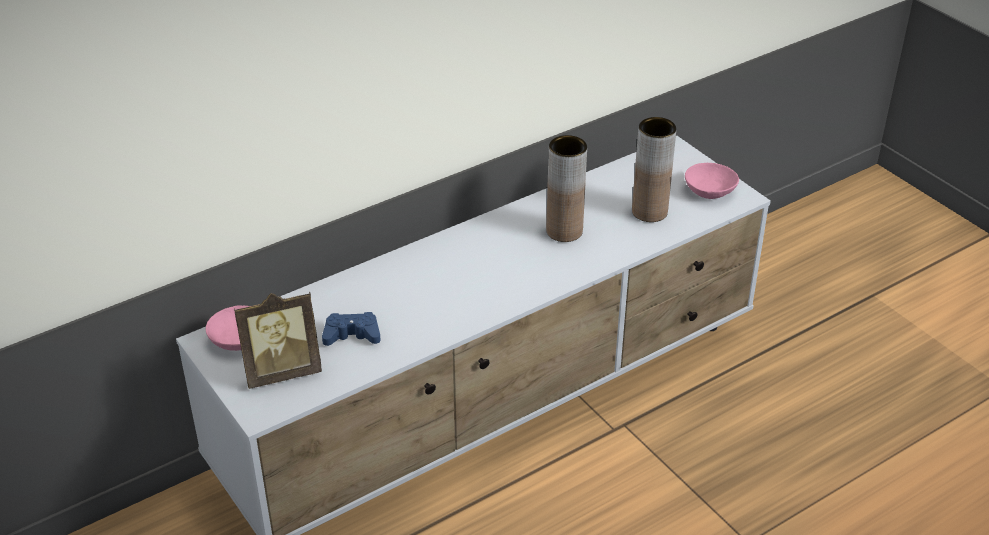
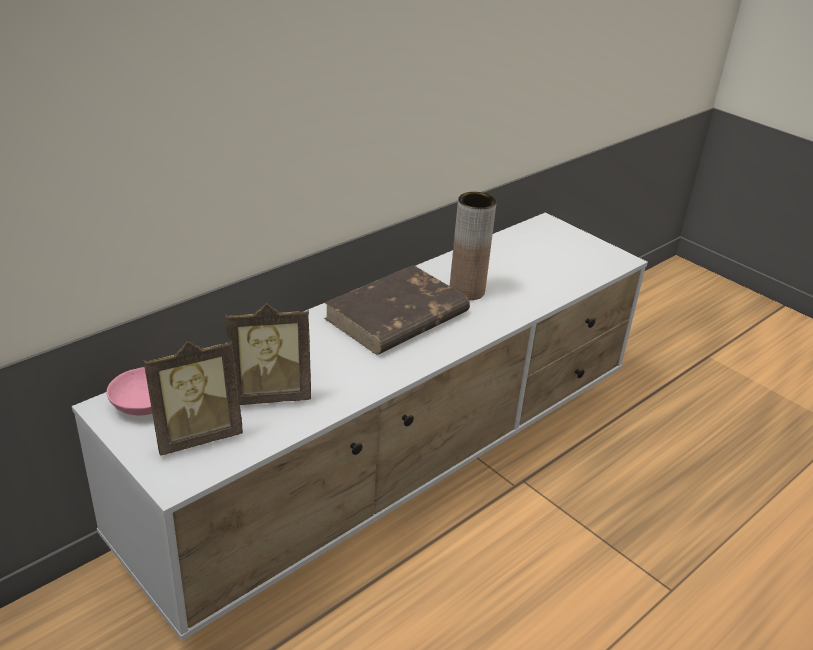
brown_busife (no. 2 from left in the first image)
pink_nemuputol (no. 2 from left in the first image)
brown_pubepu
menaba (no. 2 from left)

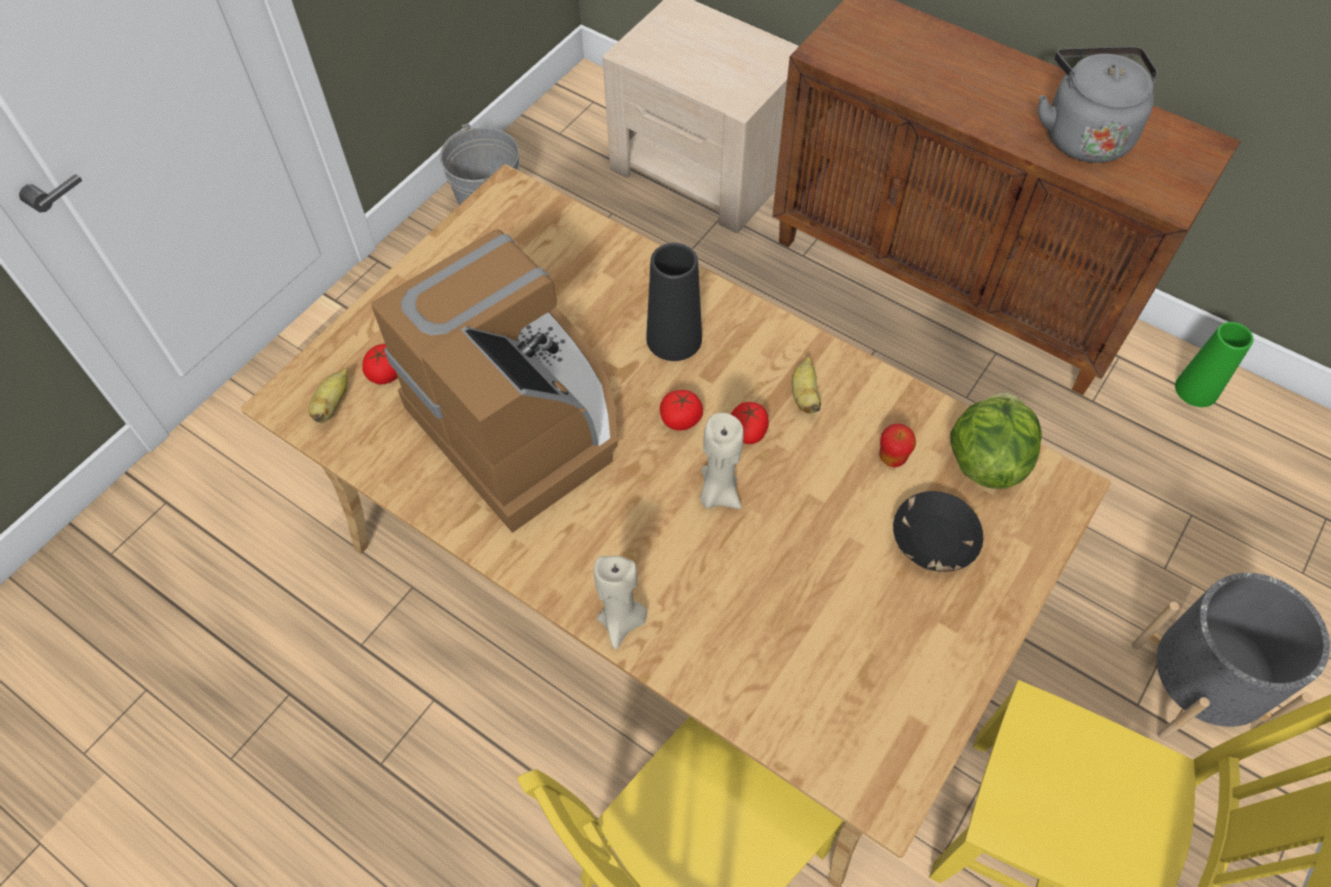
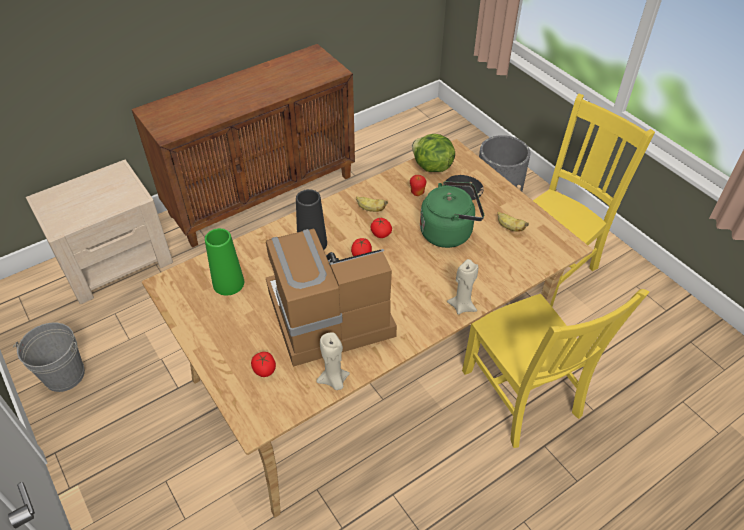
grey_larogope
green_larogope
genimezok (no. 2 from left)
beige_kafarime (no. 1 from left)
green_busife

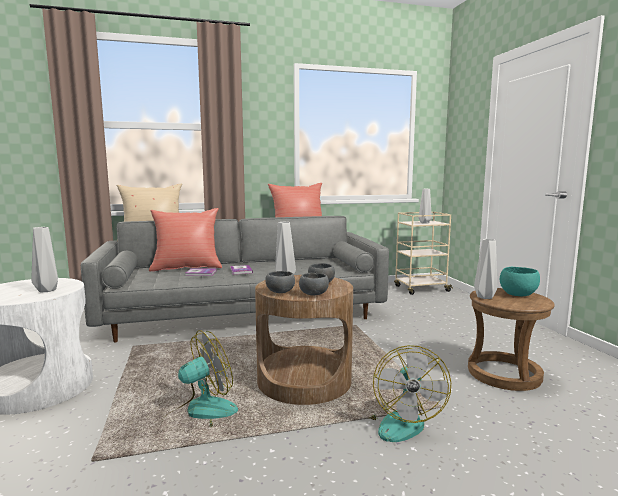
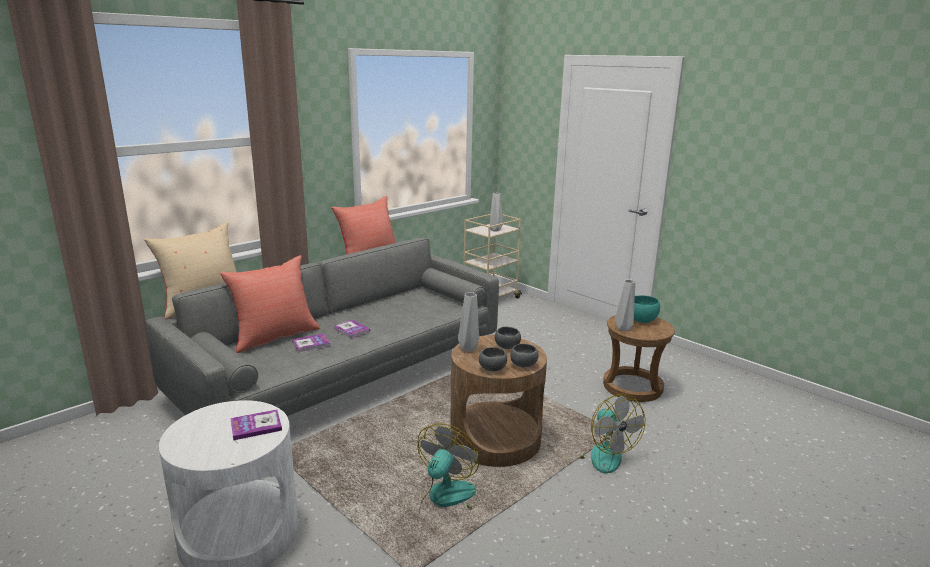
pubepu (no. 1 from left)

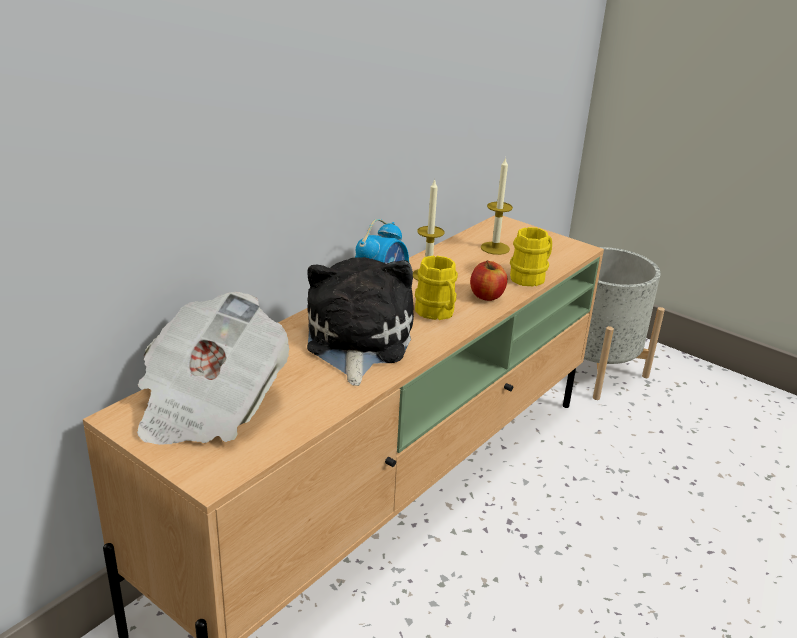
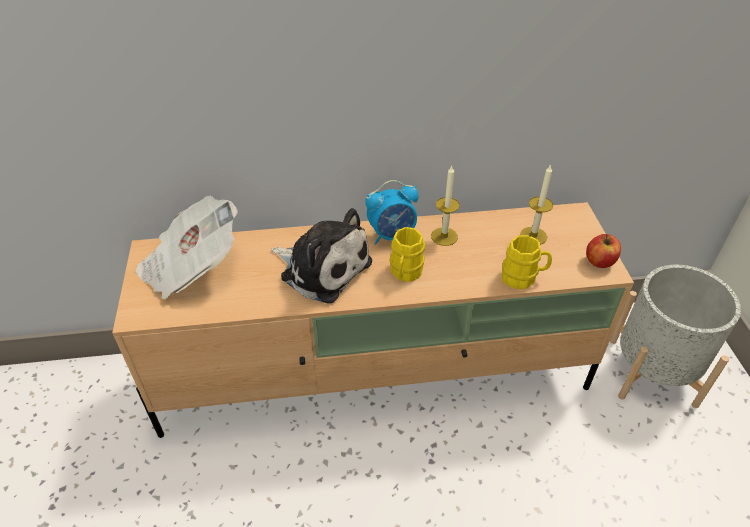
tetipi
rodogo

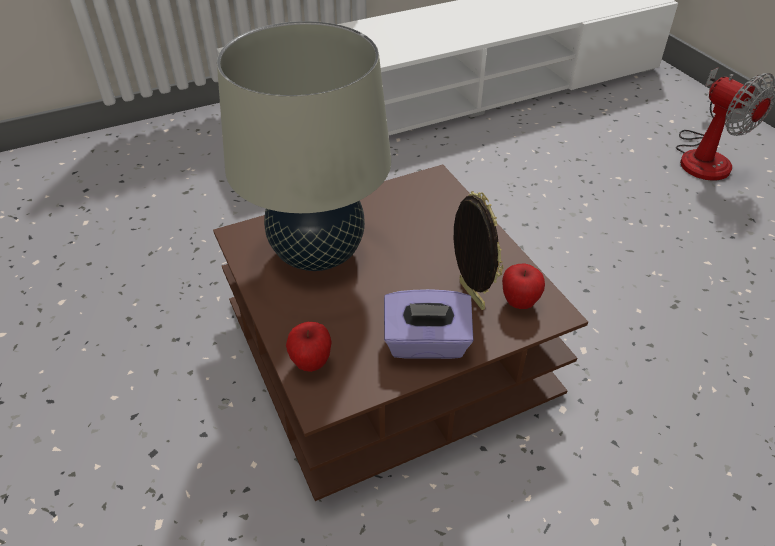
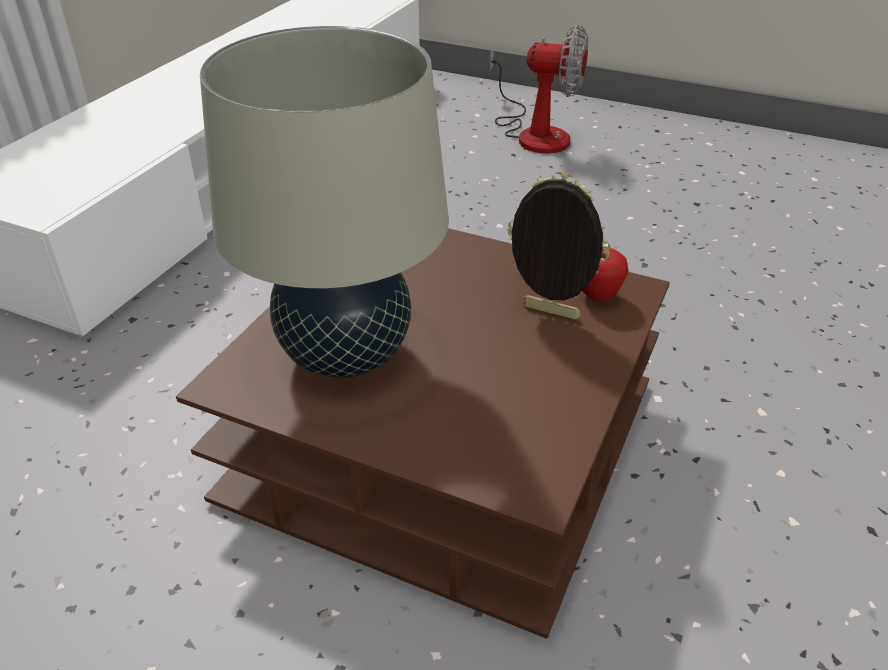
tetipi (no. 1 from left in the first image)
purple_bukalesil

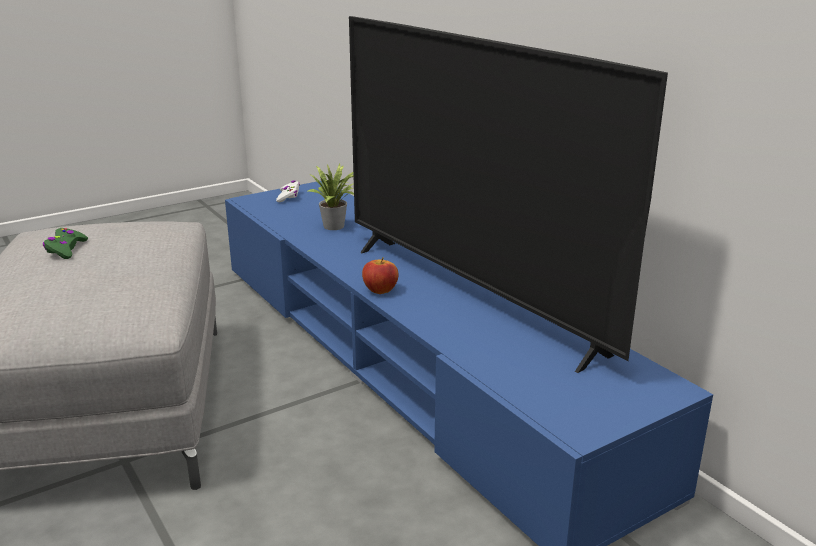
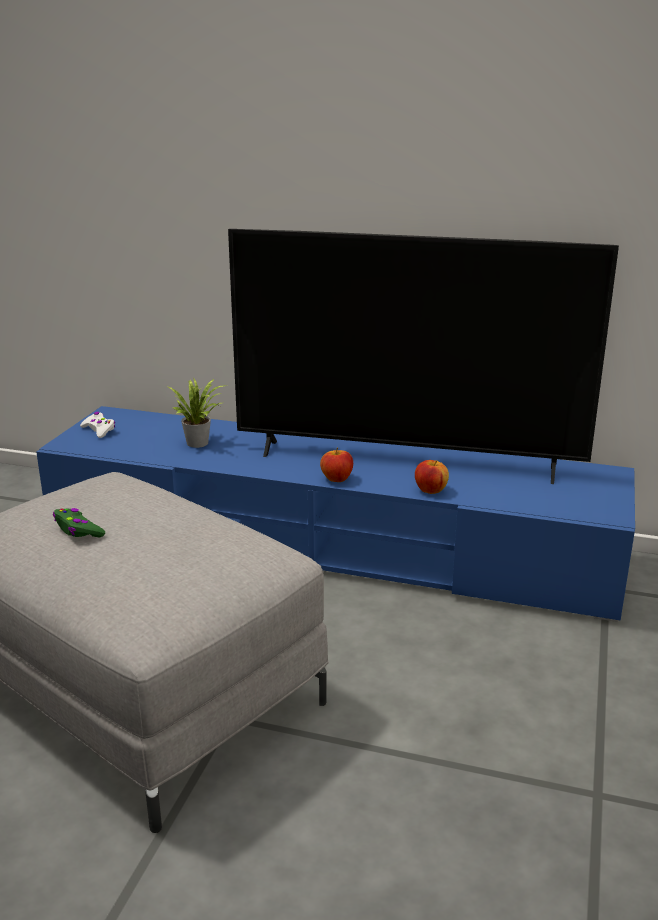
tetipi (no. 2 from left)

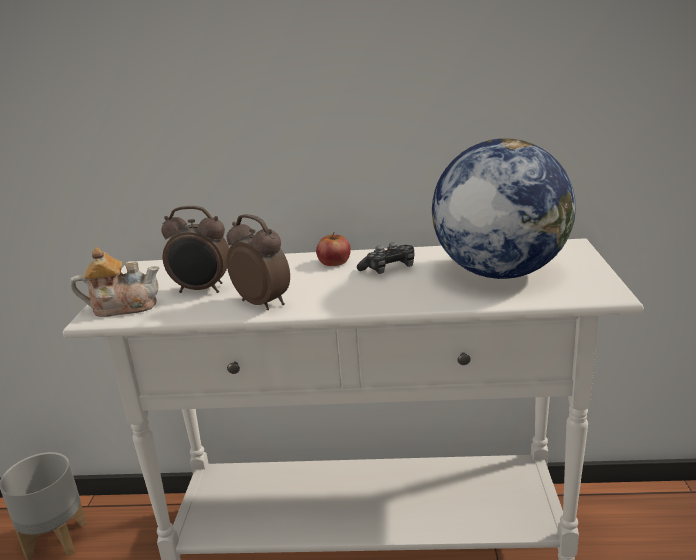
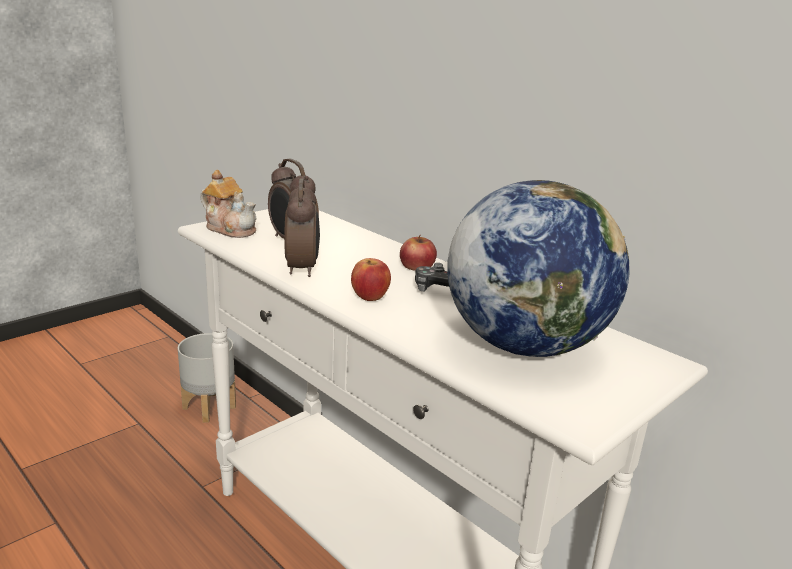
tetipi (no. 1 from left)

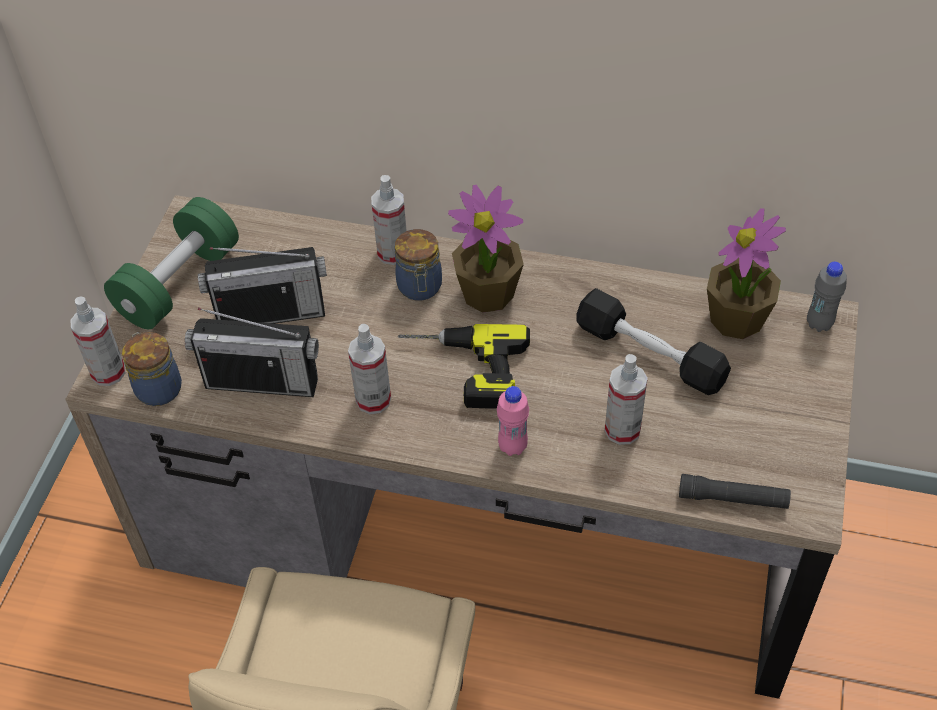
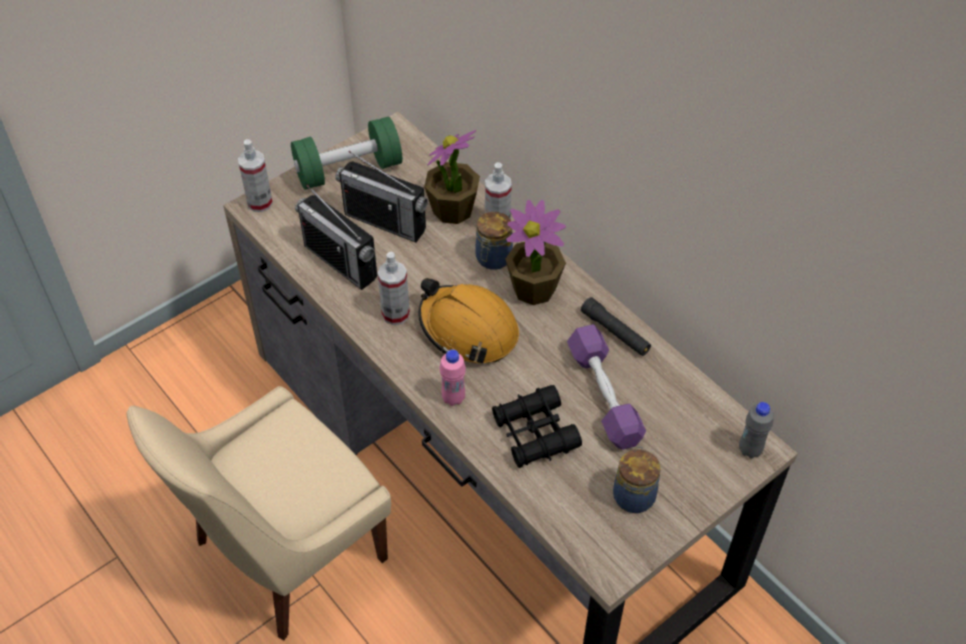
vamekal (no. 2 from left)
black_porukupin
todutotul (no. 1 from left)
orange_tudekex
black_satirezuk
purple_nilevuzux

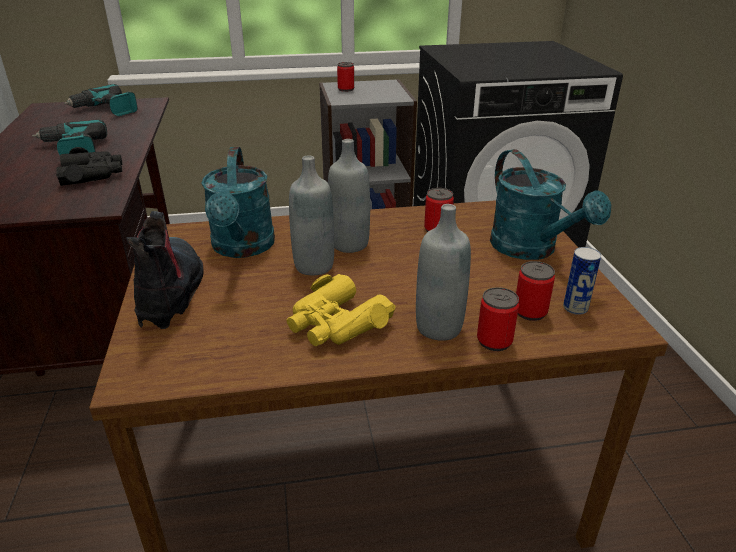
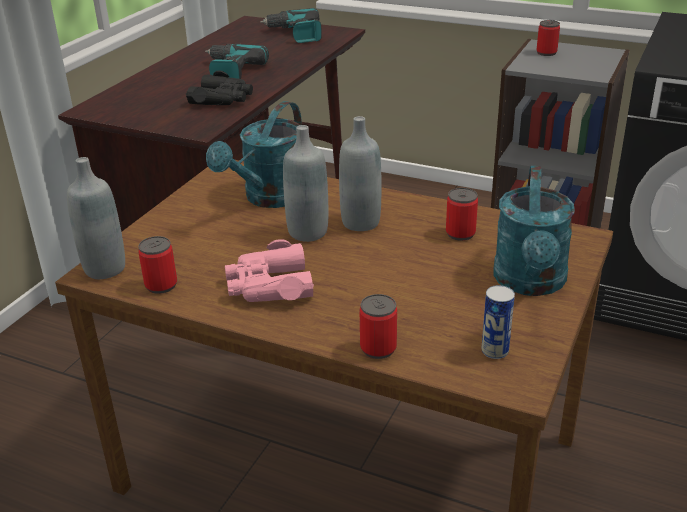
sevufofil
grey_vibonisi (no. 1 from left)
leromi (no. 1 from left)
pink_satirezuk

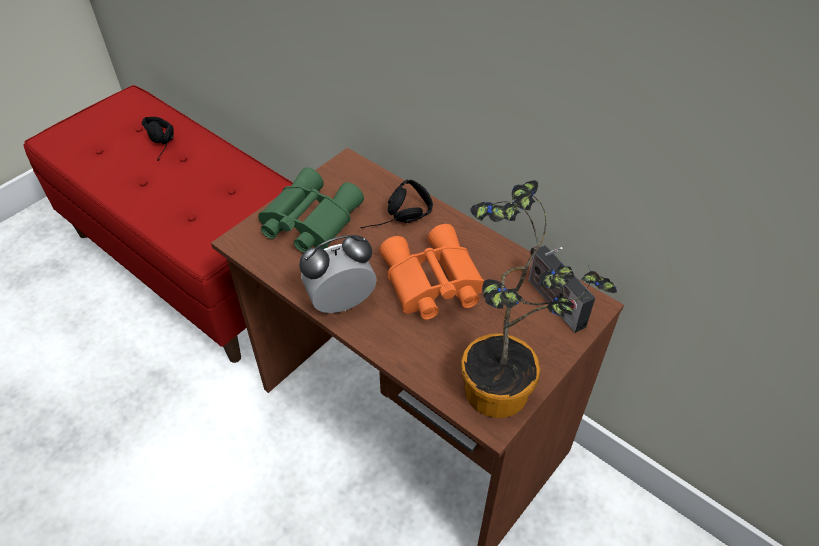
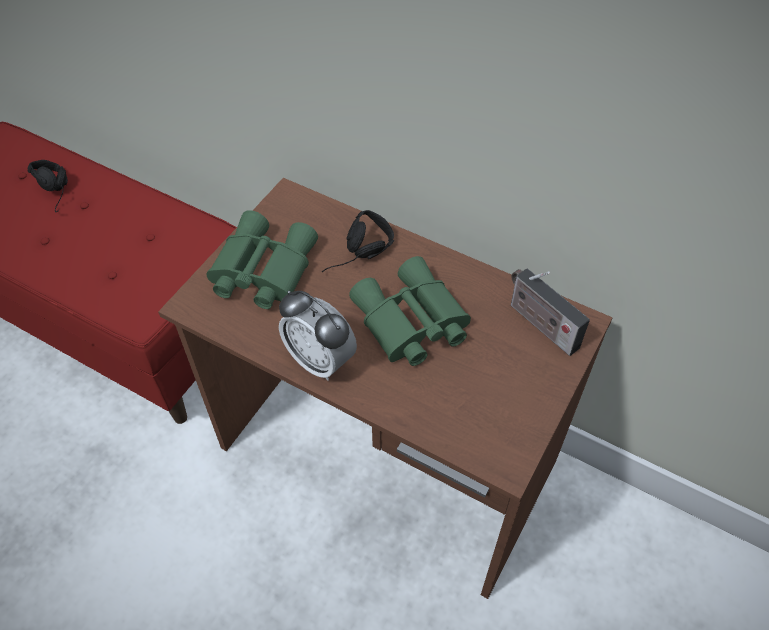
todutotul
green_satirezuk (no. 2 from left)
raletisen

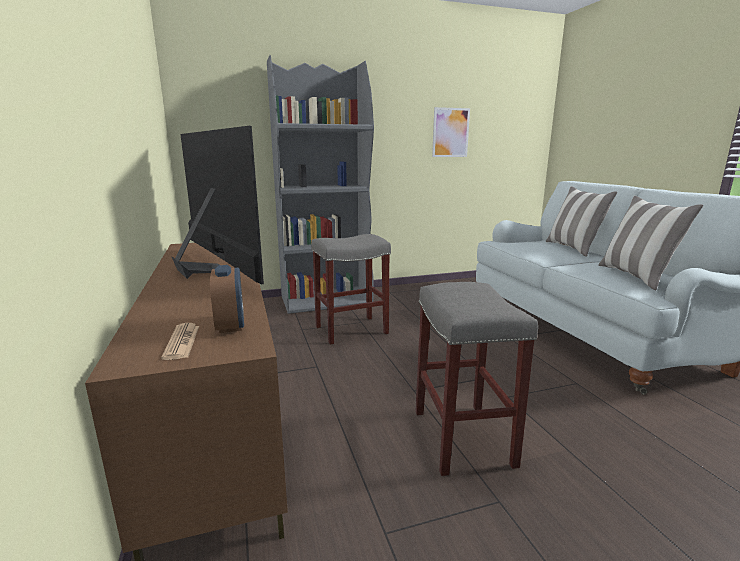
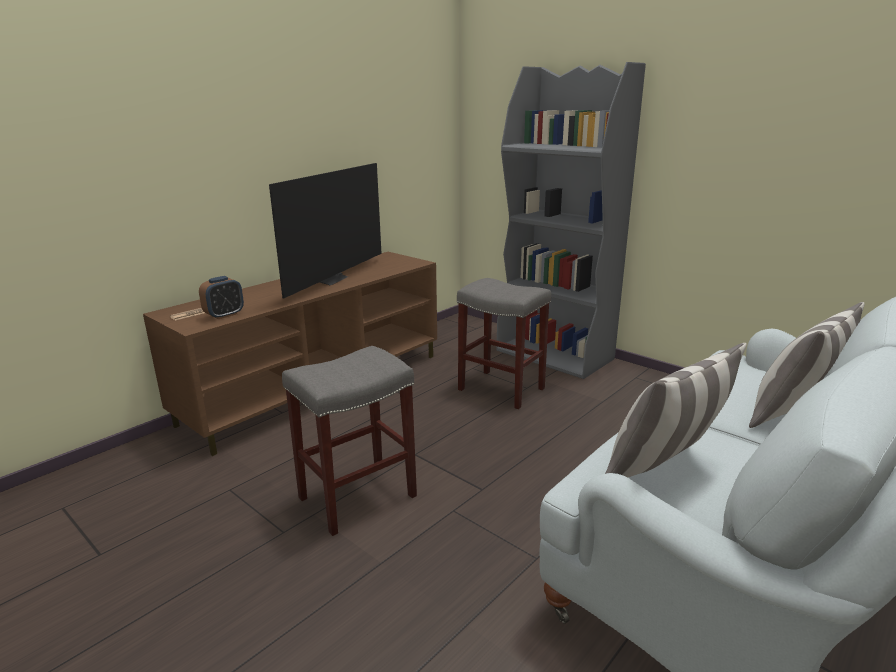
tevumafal

